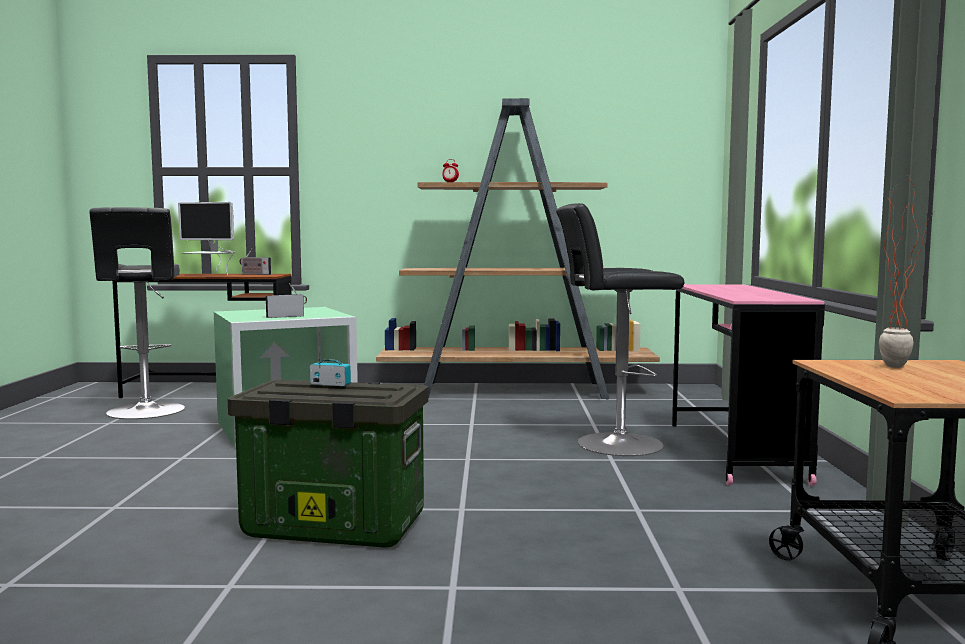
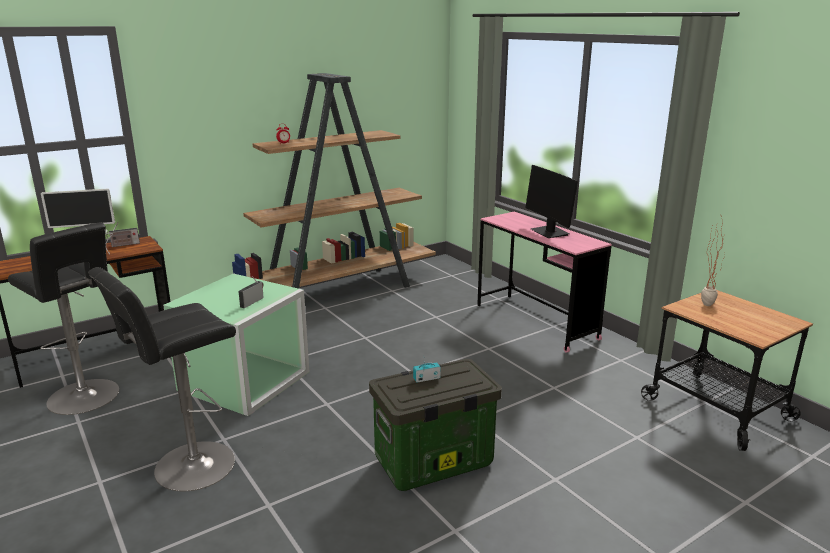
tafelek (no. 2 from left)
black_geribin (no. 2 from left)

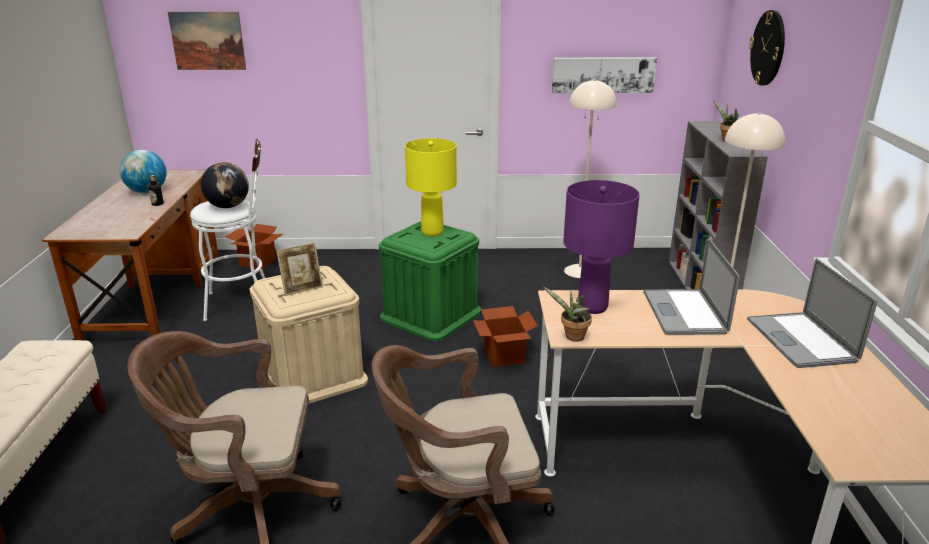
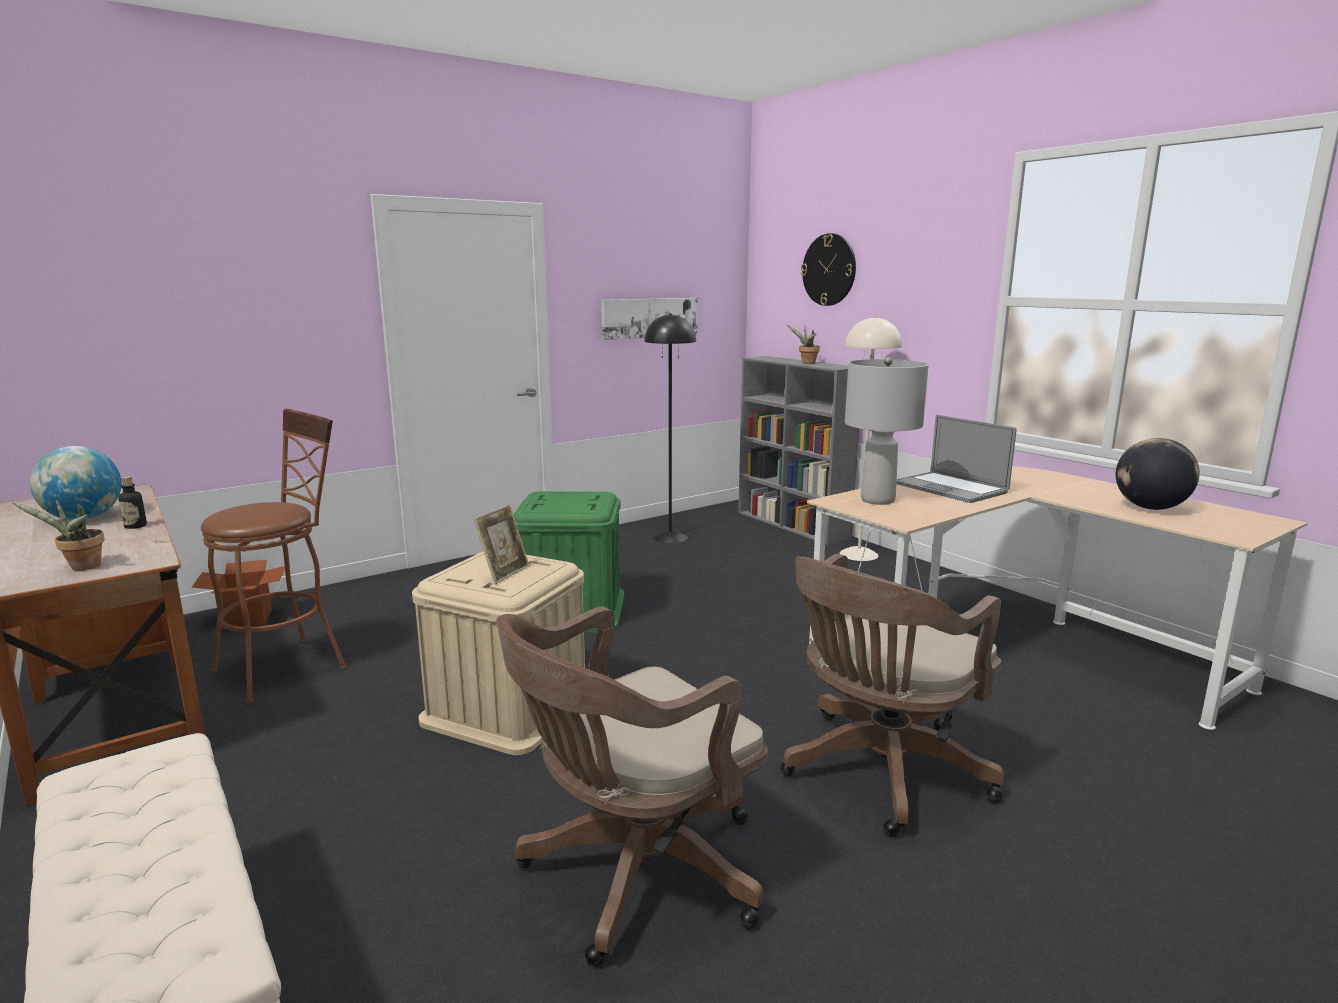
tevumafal (no. 1 from left in the first image)
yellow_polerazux
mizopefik (no. 2 from left in the first image)
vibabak (no. 2 from left in the first image)
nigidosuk (no. 2 from left)
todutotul (no. 1 from left)
brown_geribin
grey_polerazux
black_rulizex

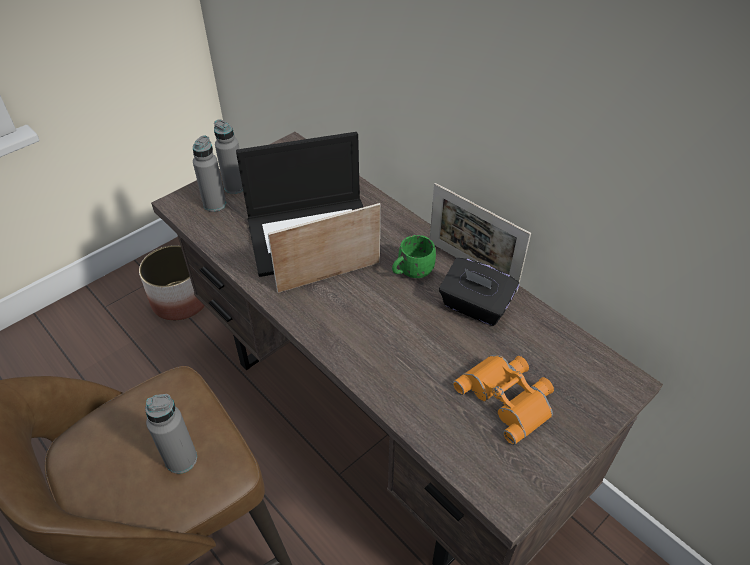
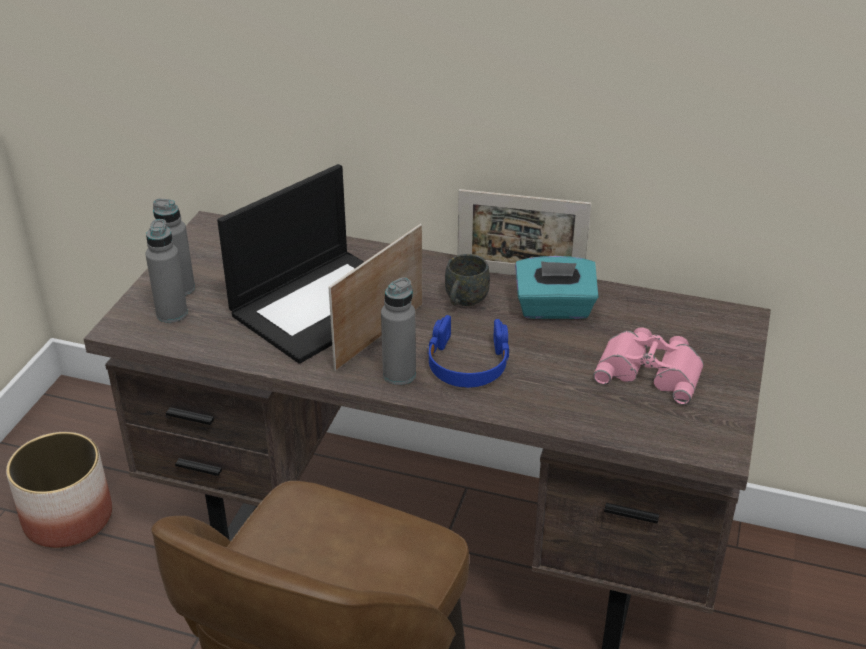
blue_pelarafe
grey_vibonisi (no. 3 from left)
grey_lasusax
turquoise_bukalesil
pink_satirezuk

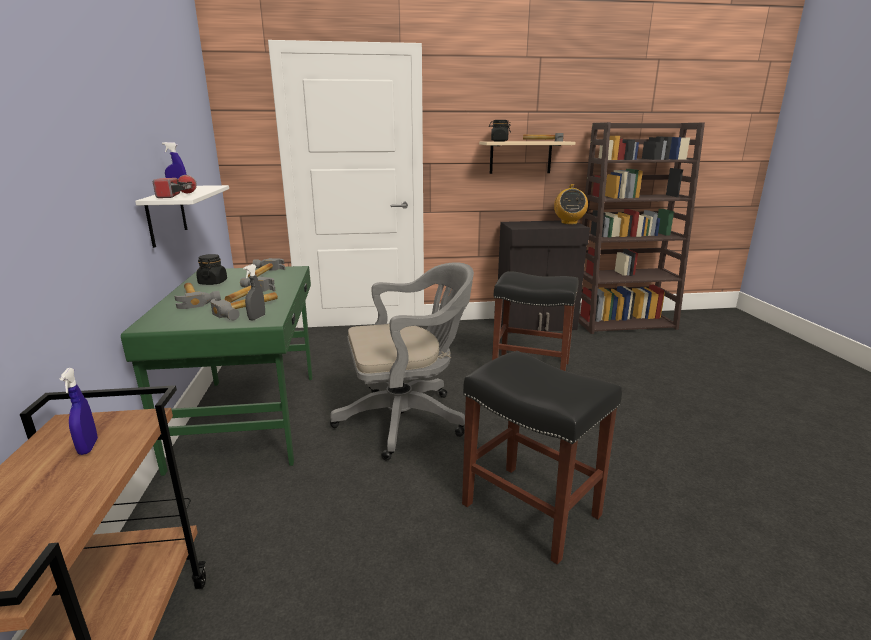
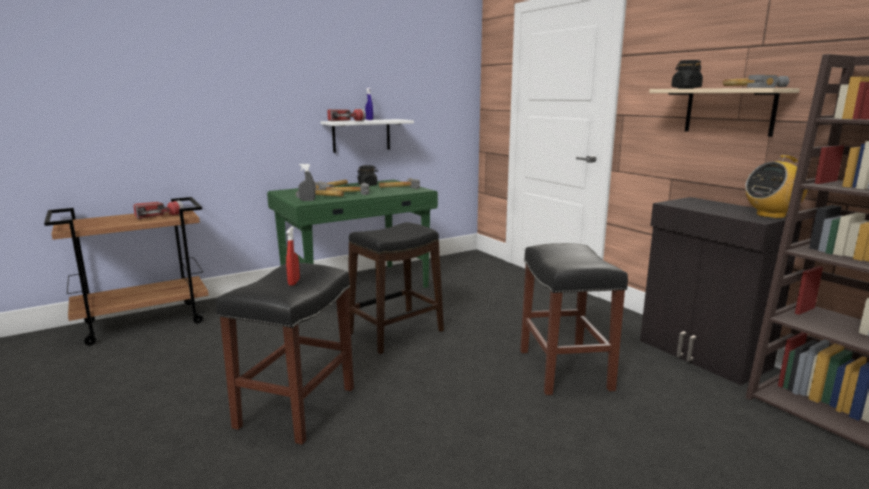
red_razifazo
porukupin (no. 1 from left)
black_geribin (no. 2 from left)

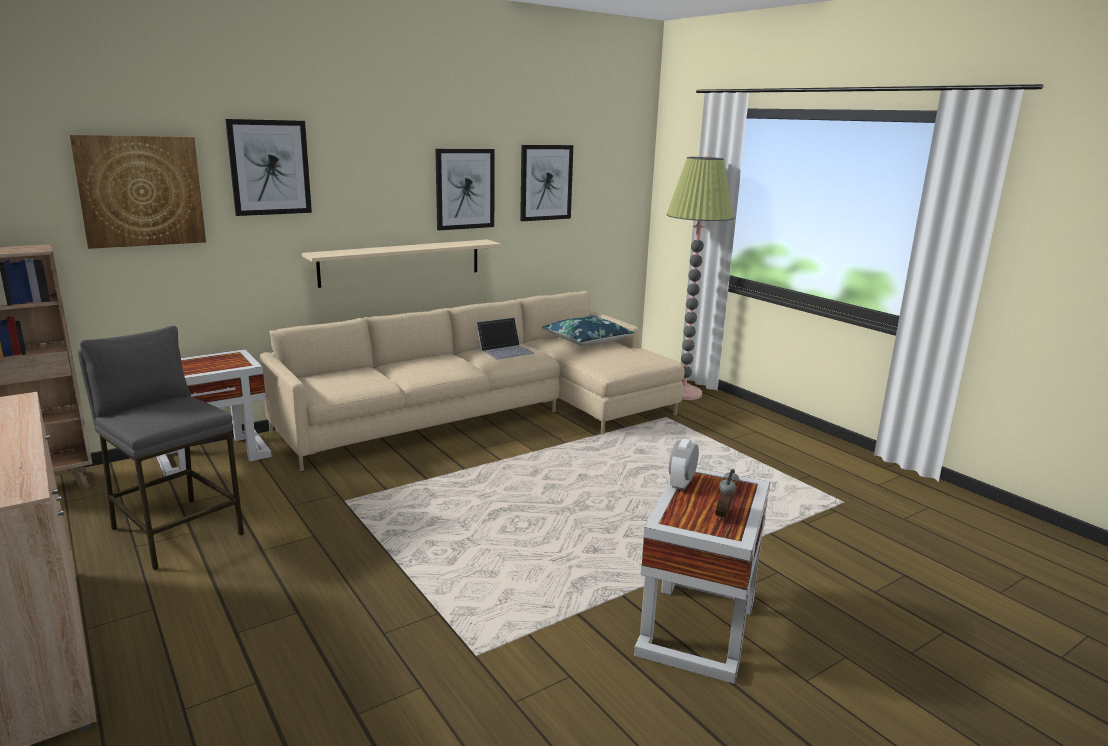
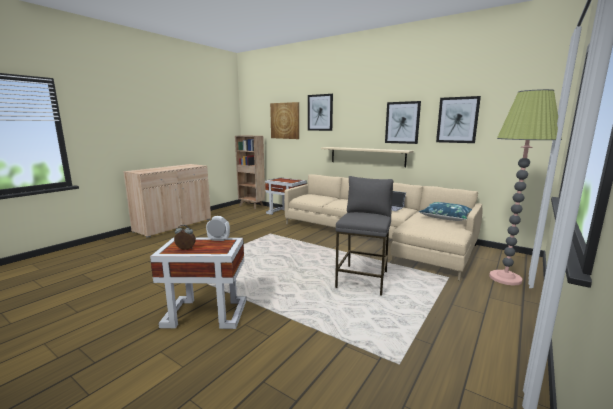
grey_geribin

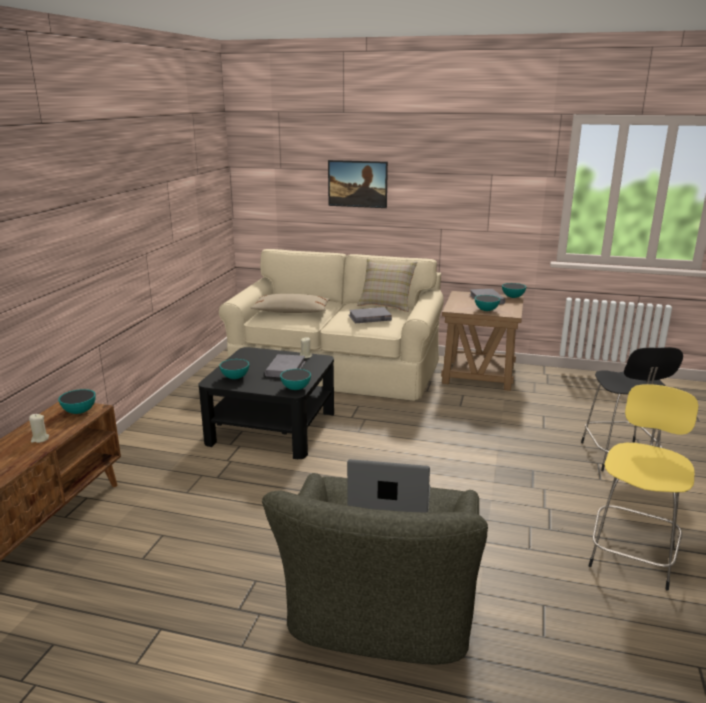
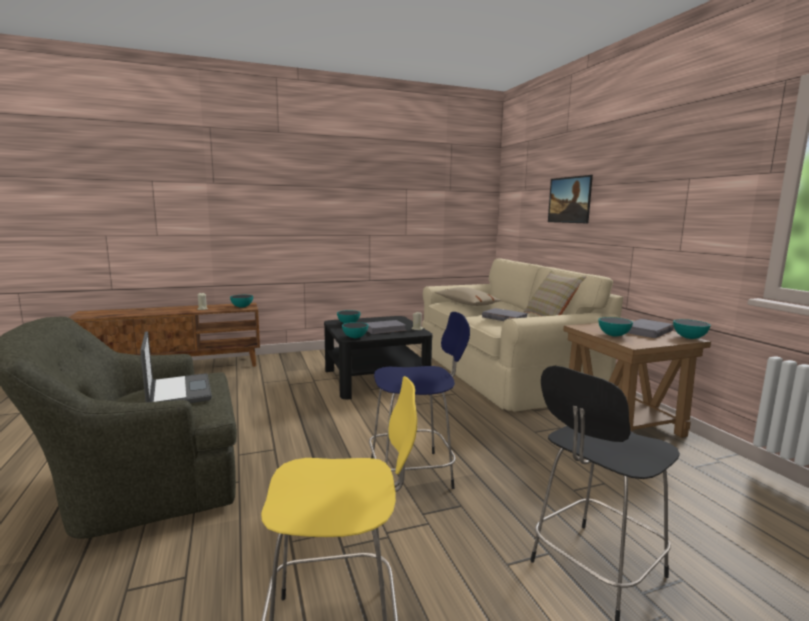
blue_geribin

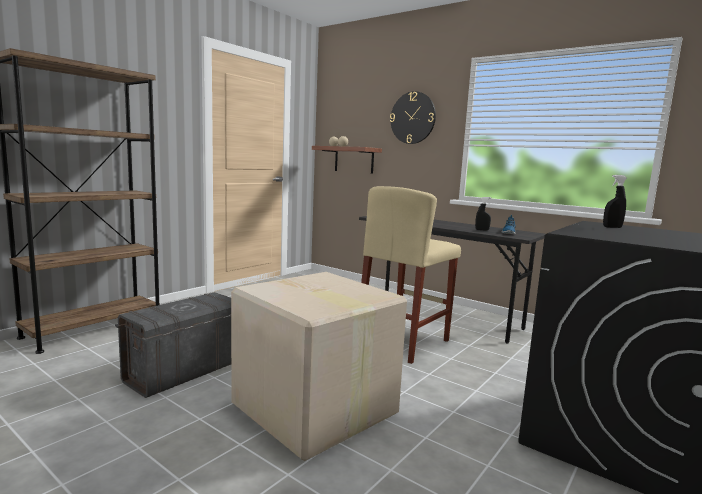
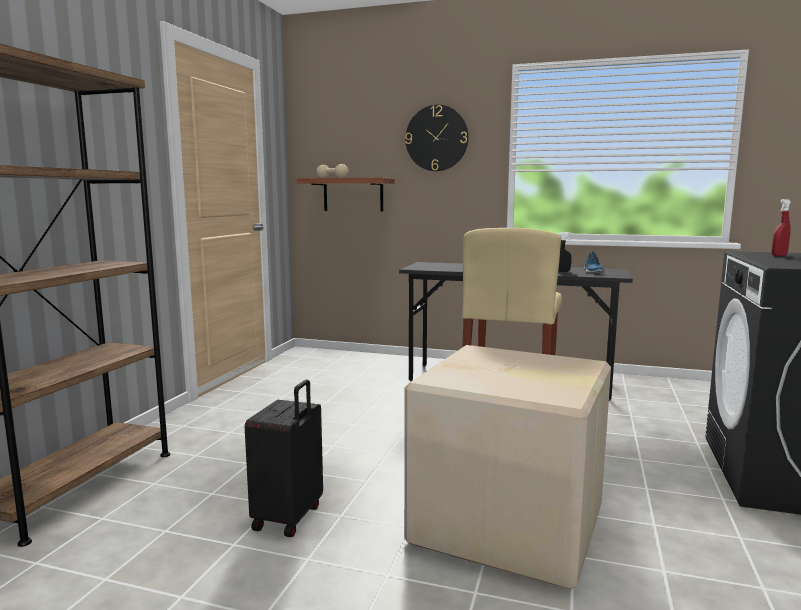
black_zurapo
red_razifazo

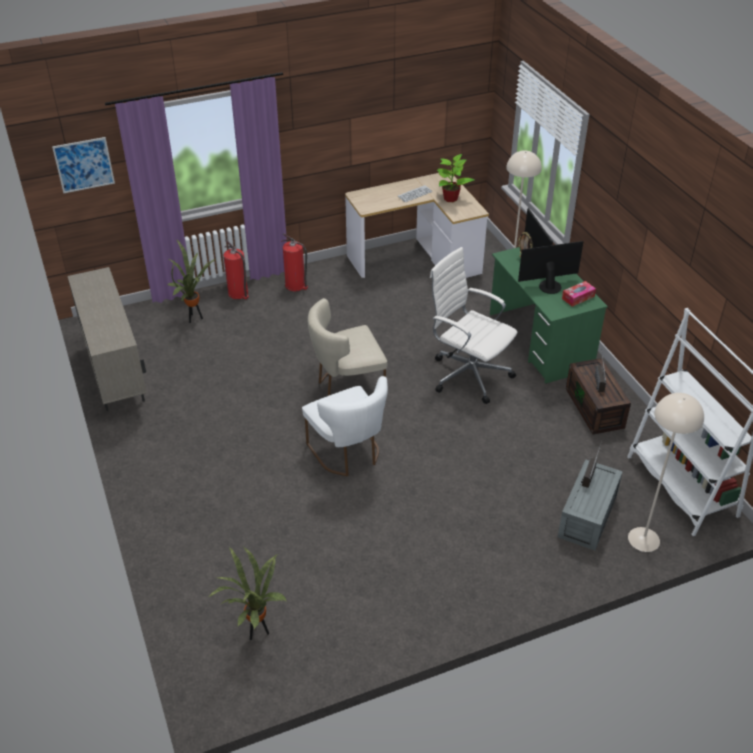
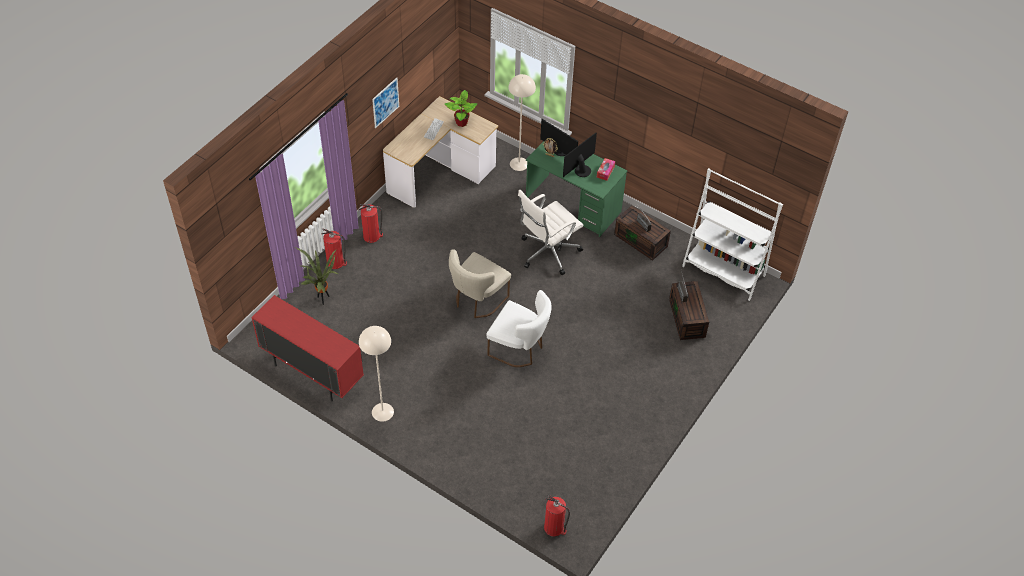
todutotul (no. 2 from left in the first image)
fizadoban (no. 3 from left)
tevumafal
beige_rulizex (no. 1 from left)
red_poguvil
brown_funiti (no. 2 from left)
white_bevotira

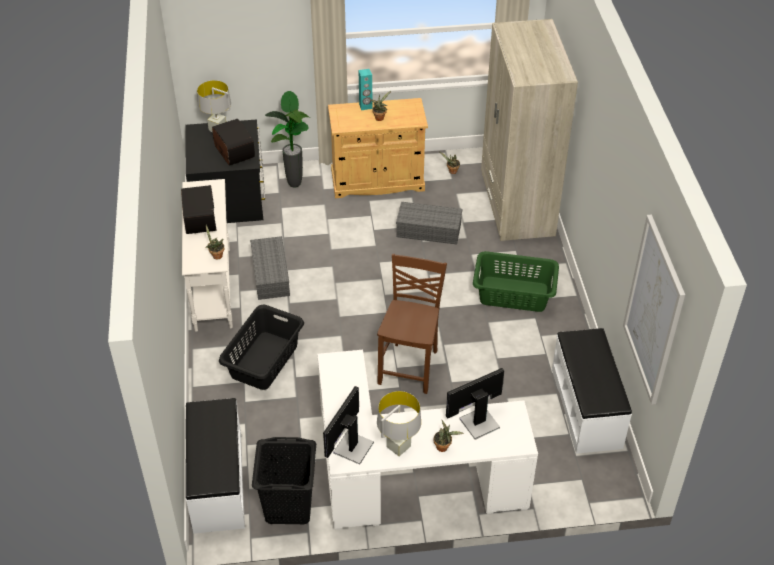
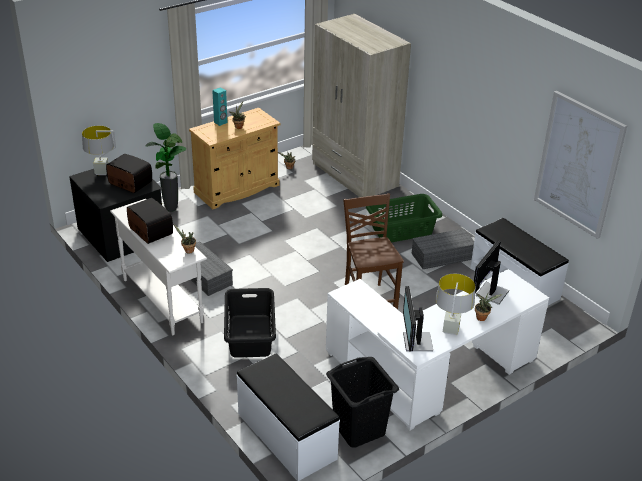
grey_funiti (no. 2 from left)

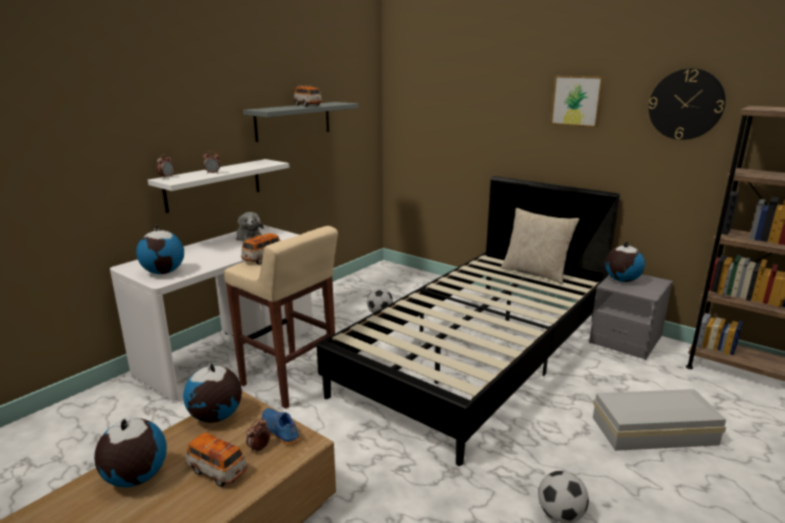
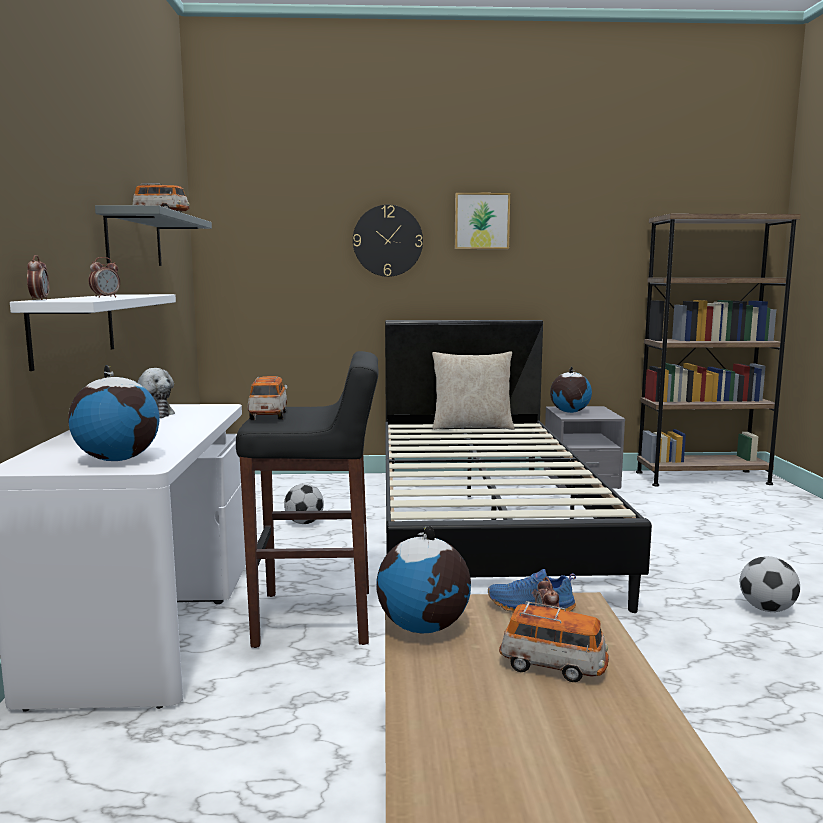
nigidosuk (no. 1 from left in the first image)
white_funiti
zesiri
black_geribin
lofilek (no. 3 from left)

